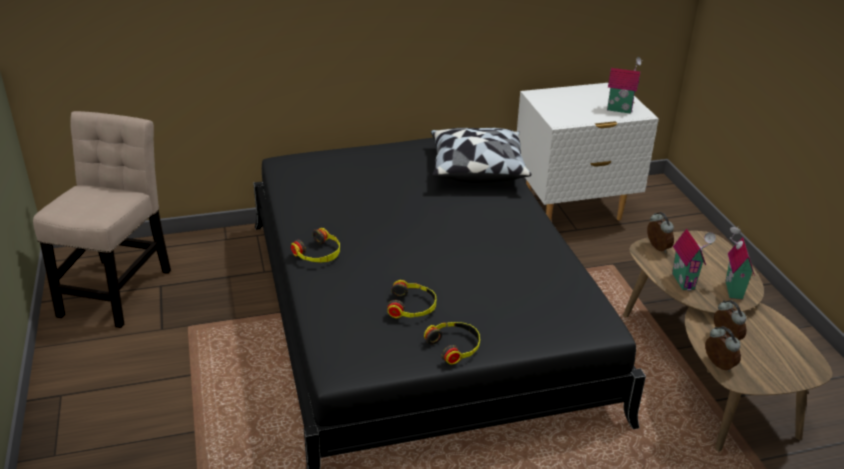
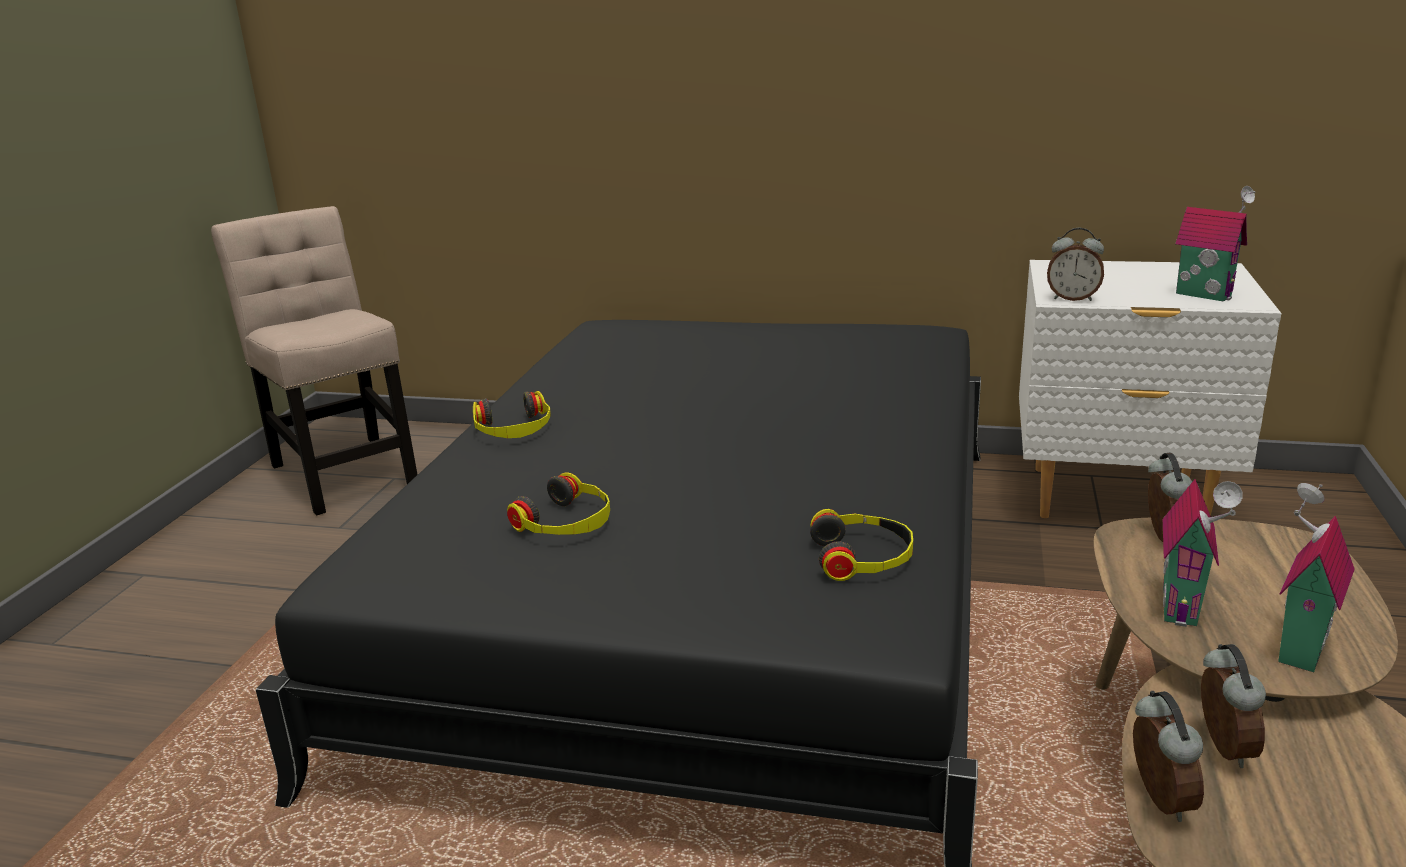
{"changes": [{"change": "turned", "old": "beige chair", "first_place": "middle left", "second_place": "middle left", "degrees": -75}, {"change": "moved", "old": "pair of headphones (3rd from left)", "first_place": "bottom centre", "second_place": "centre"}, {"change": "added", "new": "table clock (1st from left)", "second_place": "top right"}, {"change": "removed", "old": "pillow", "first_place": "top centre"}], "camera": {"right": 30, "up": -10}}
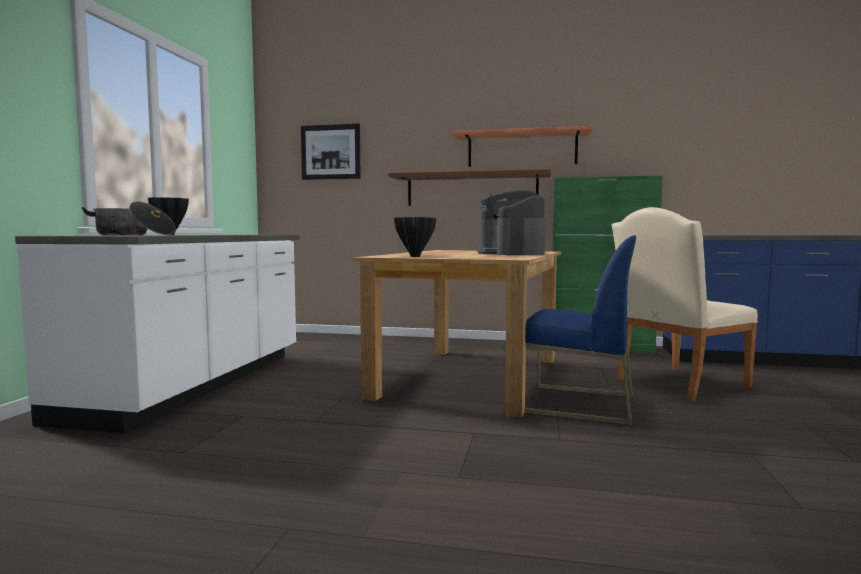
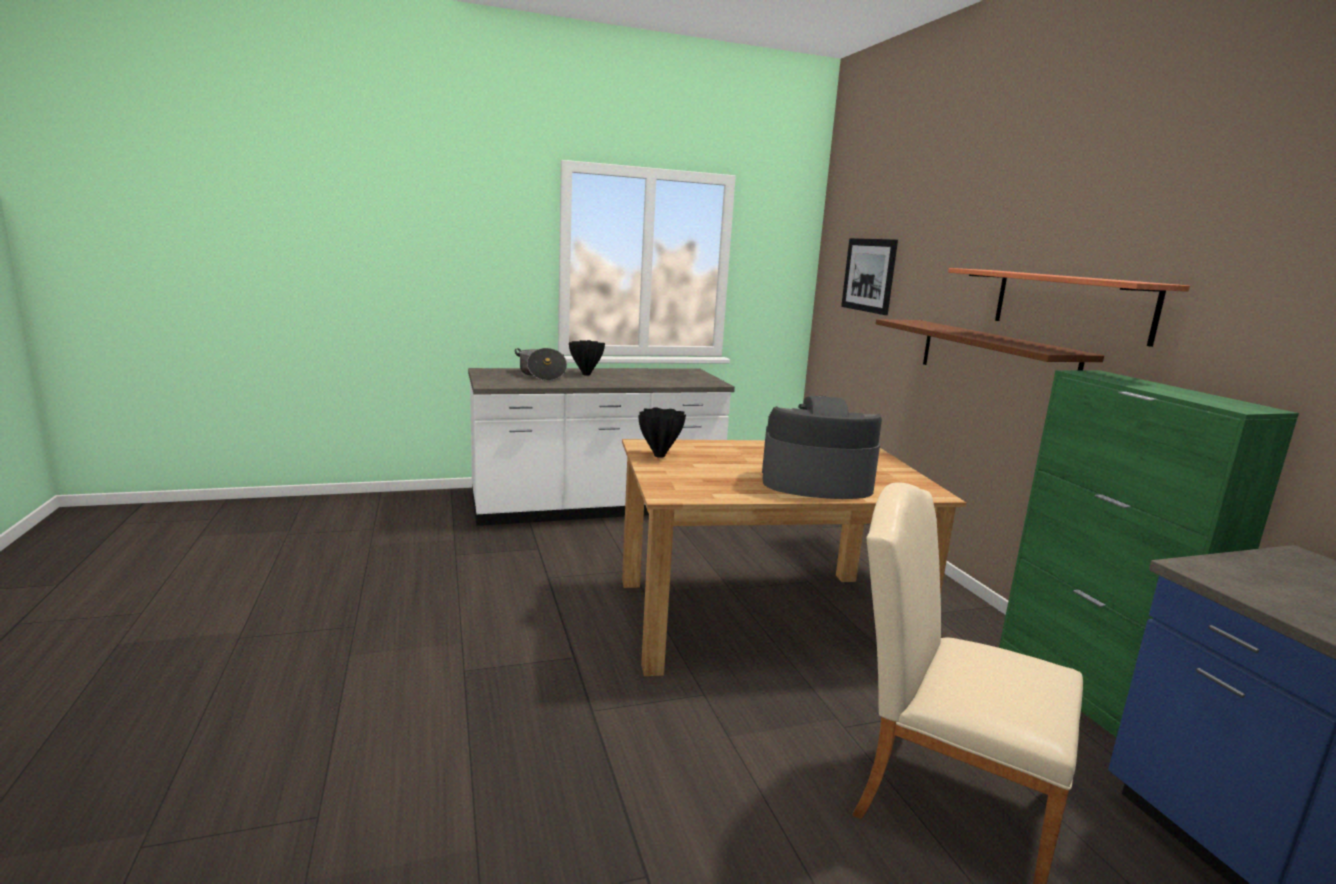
{"changes": [{"change": "turned", "old": "coffee machine", "first_place": "centre", "second_place": "centre", "degrees": 45}, {"change": "removed", "old": "blue-coloured chair", "first_place": "middle right"}], "camera": {"right": 60, "up": 10}}
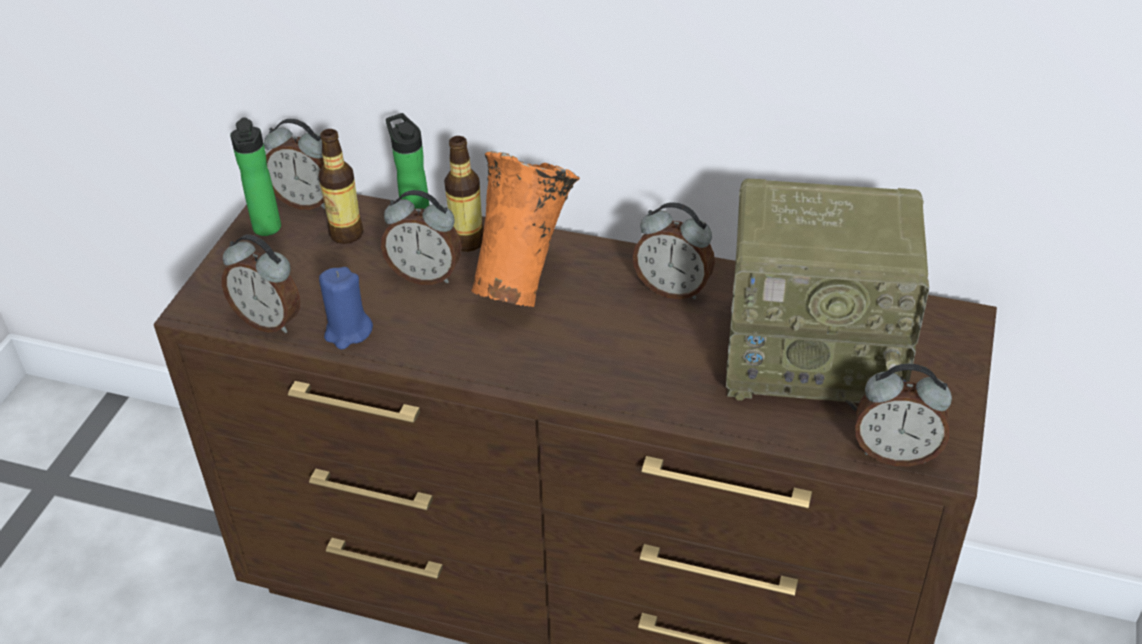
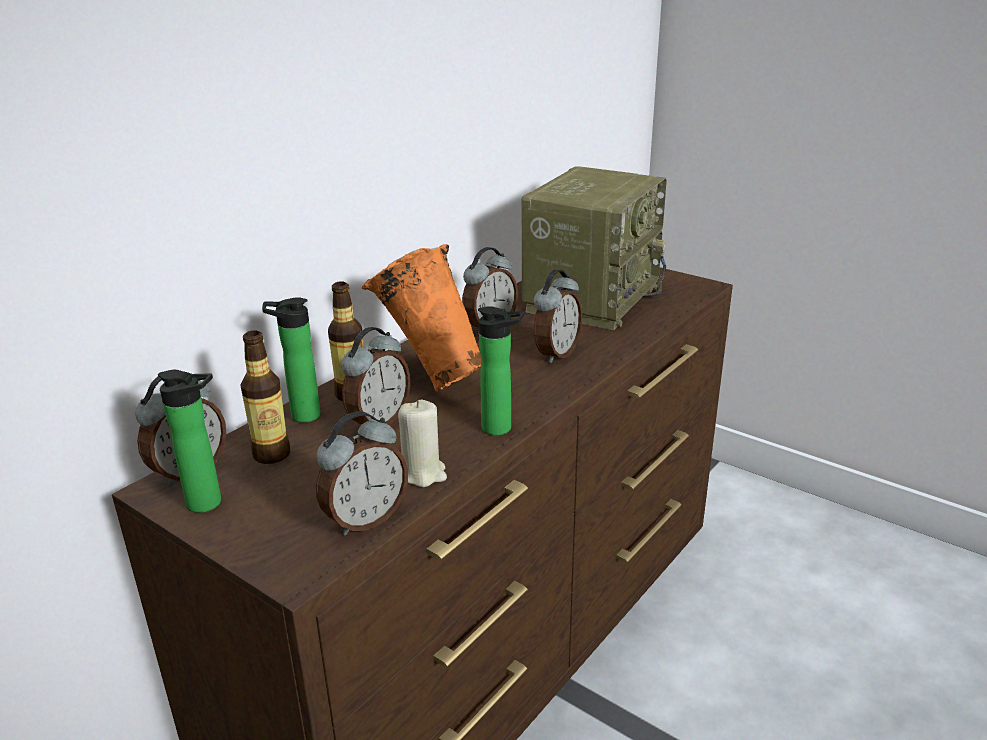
{"changes": [{"change": "recoloured", "old": "blue-coloured wax light", "new": "beige wax light", "first_place": "middle left", "second_place": "centre"}, {"change": "added", "new": "bottle (5th from left)", "second_place": "centre"}, {"change": "moved", "old": "table clock (5th from left)", "first_place": "middle right", "second_place": "centre"}], "camera": {"right": -70, "up": -15}}
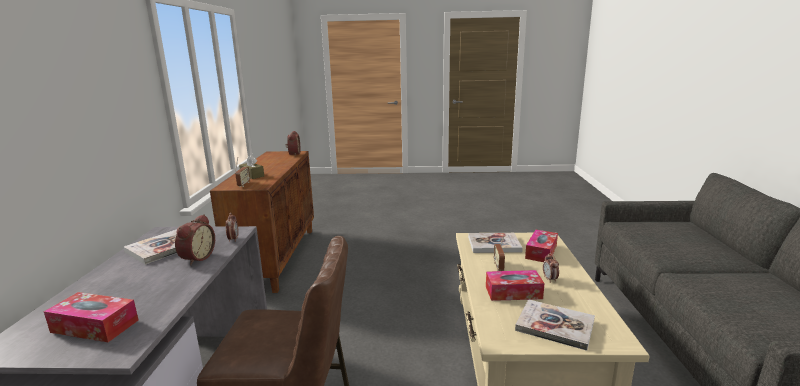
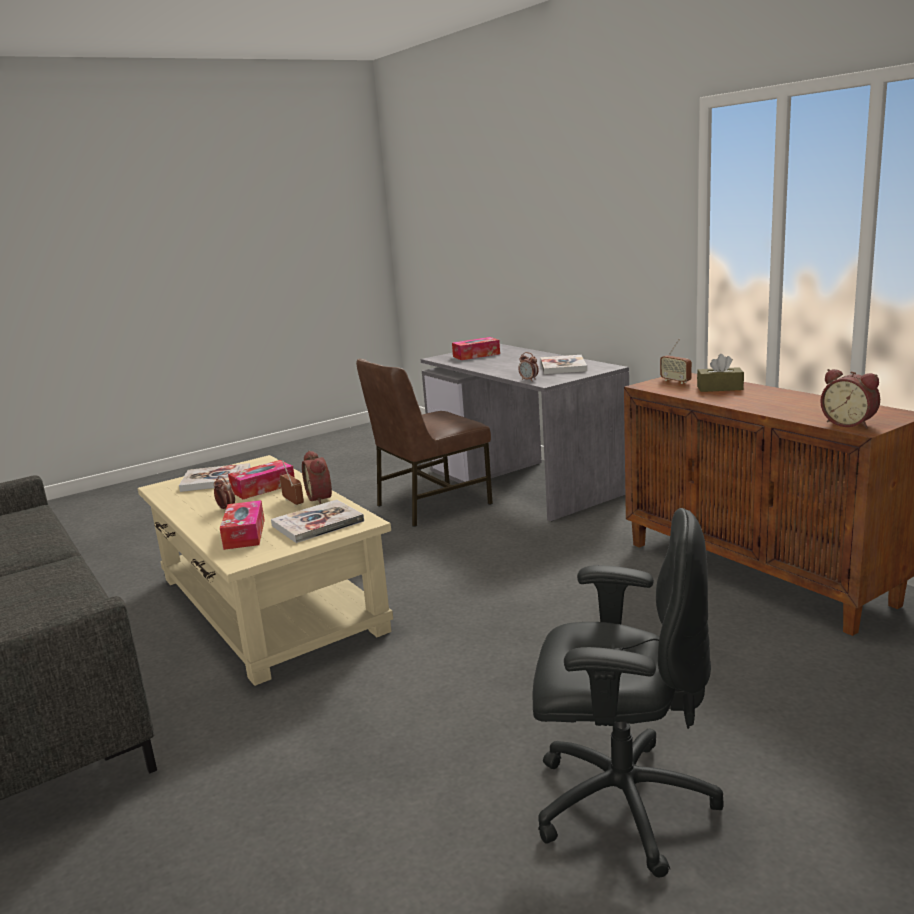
{"changes": [{"change": "moved", "old": "table clock (1st from left in the first image)", "new": "table clock (2nd from left)", "first_place": "middle left", "second_place": "centre"}, {"change": "added", "new": "black-coloured desk chair", "second_place": "bottom right"}], "camera": {"right": 145, "up": 0}}
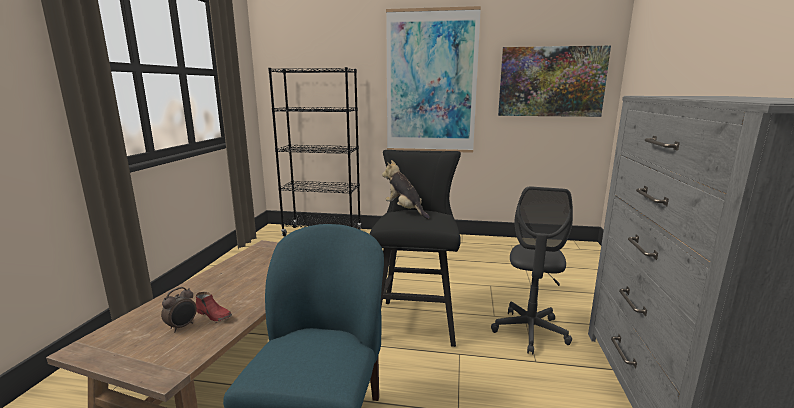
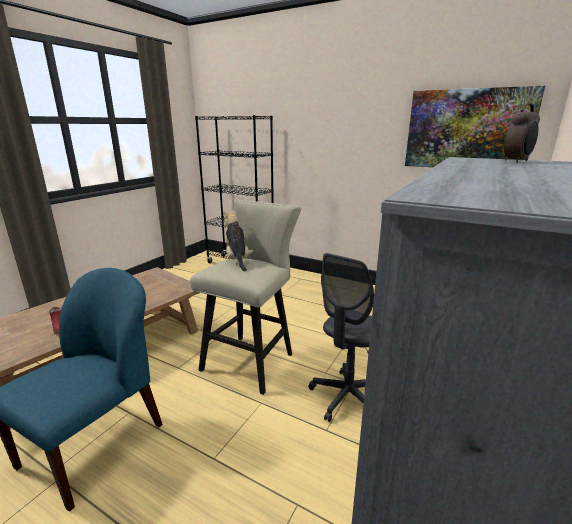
{"changes": [{"change": "recoloured", "old": "black-coloured stool", "new": "beige stool", "first_place": "centre", "second_place": "centre"}, {"change": "moved", "old": "table clock", "first_place": "bottom left", "second_place": "top right"}, {"change": "removed", "old": "wall picture (1st from left)", "first_place": "top centre"}], "camera": {"right": 20, "up": 5}}
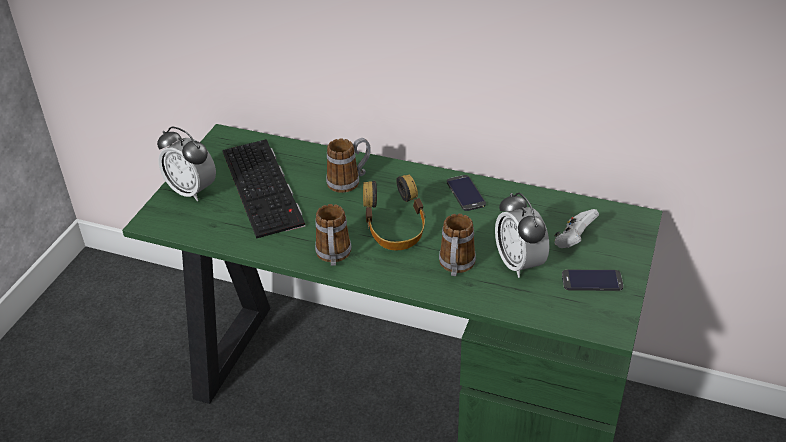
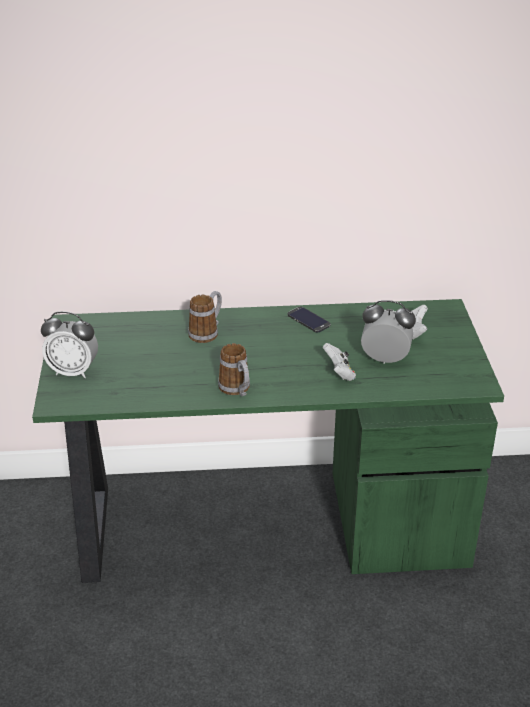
{"changes": [{"change": "replaced", "old": "tea mug (3rd from left)", "new": "white-coloured game controller (1st from left)", "first_place": "centre", "second_place": "centre"}, {"change": "turned", "old": "table clock (2nd from left)", "first_place": "centre", "second_place": "middle right", "degrees": 150}, {"change": "removed", "old": "PC keyboard", "first_place": "centre"}, {"change": "removed", "old": "pair of headphones", "first_place": "centre"}, {"change": "removed", "old": "phone (2nd from left)", "first_place": "middle right"}], "camera": {"right": -25, "up": -5}}
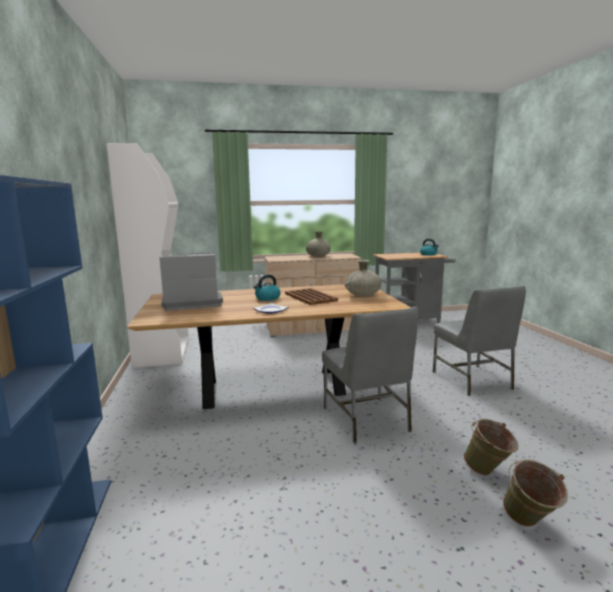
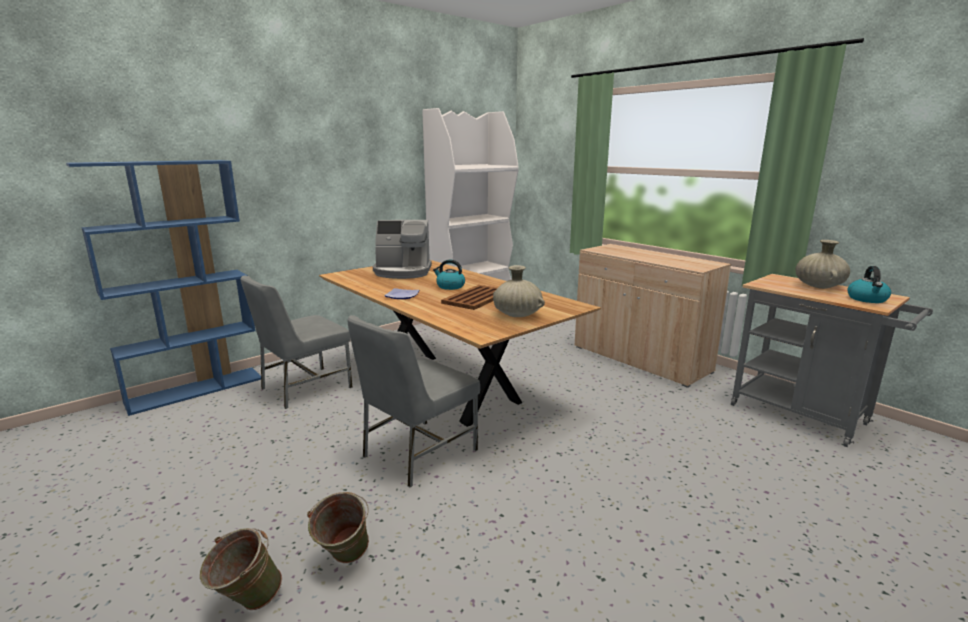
{"changes": [{"change": "moved", "old": "greyish chair (2nd from left in the first image)", "new": "greyish chair (1st from left)", "first_place": "middle right", "second_place": "middle left"}, {"change": "turned", "old": "coffee machine", "first_place": "middle left", "second_place": "centre", "degrees": 135}, {"change": "moved", "old": "beige vase (1st from left in the first image)", "new": "beige vase (2nd from left)", "first_place": "centre", "second_place": "middle right"}], "camera": {"right": 60, "up": 5}}
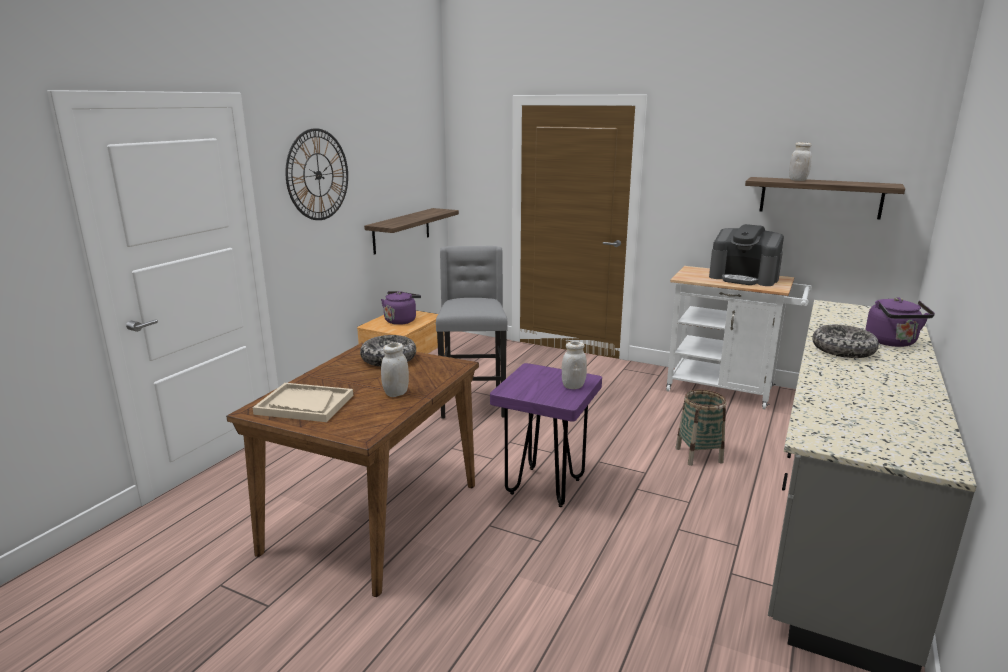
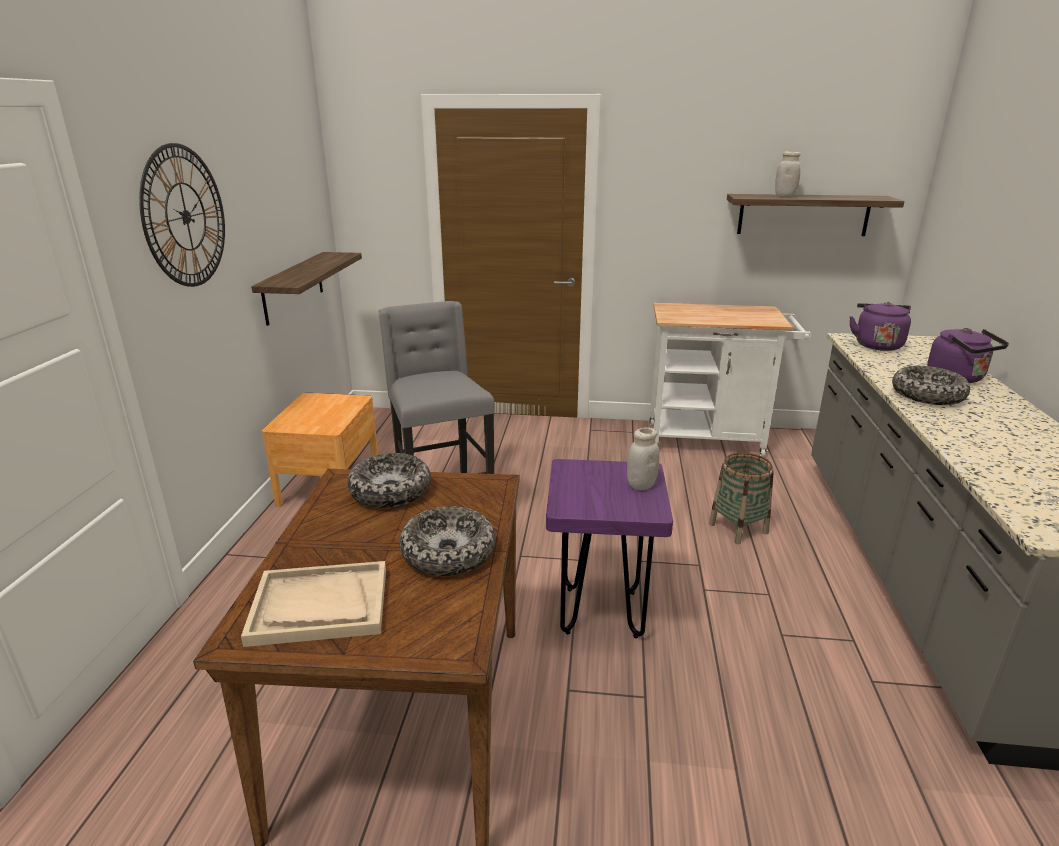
{"changes": [{"change": "replaced", "old": "white-coloured preserve jar (1st from left)", "new": "bowl (2nd from left)", "first_place": "centre", "second_place": "centre"}, {"change": "moved", "old": "purple tea kettle (1st from left)", "first_place": "centre", "second_place": "middle right"}, {"change": "removed", "old": "coffee machine", "first_place": "middle right"}], "camera": {"right": -20, "up": 5}}
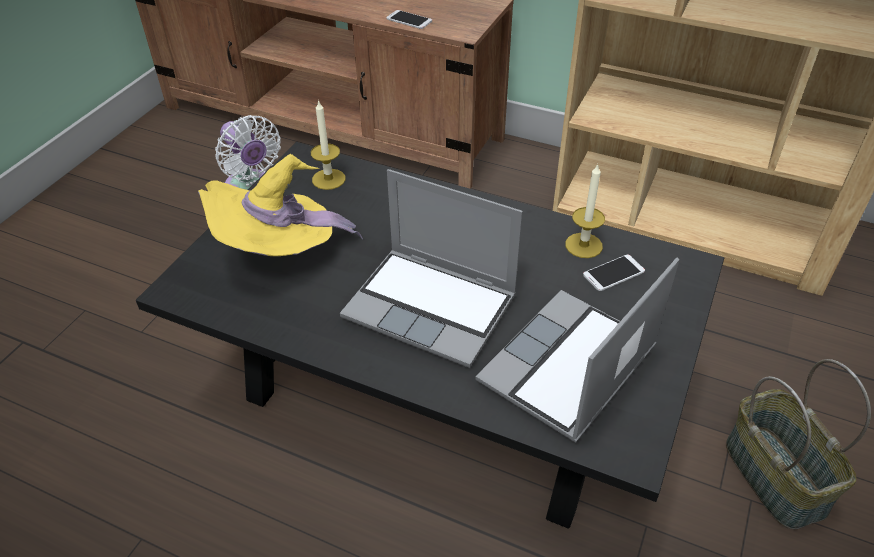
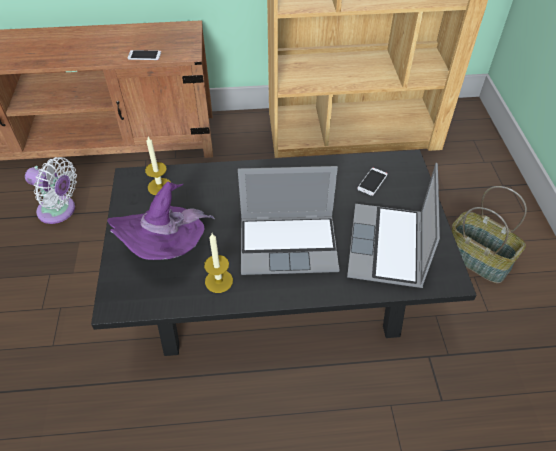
{"changes": [{"change": "recoloured", "old": "yellowish hat", "new": "purple hat", "first_place": "middle left", "second_place": "middle left"}, {"change": "moved", "old": "wax light (2nd from left)", "first_place": "middle right", "second_place": "centre"}], "camera": {"right": -30, "up": 5}}
